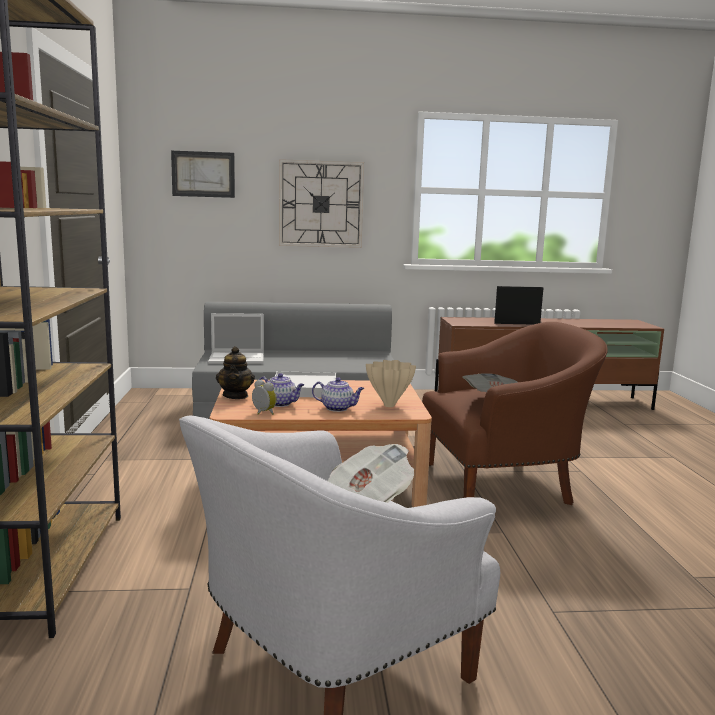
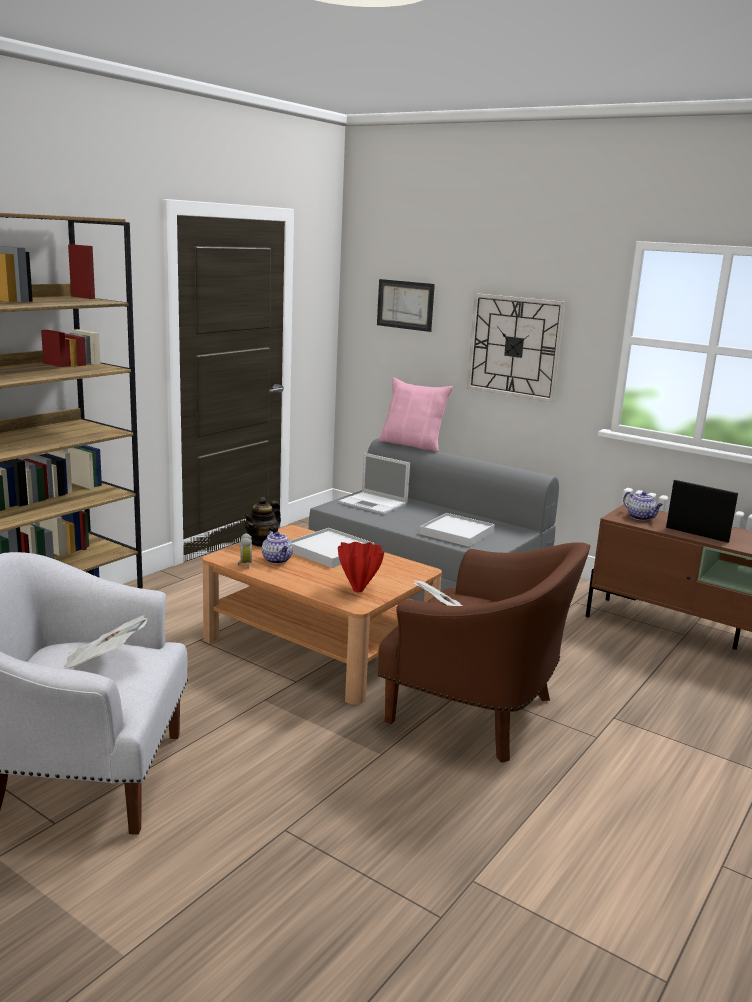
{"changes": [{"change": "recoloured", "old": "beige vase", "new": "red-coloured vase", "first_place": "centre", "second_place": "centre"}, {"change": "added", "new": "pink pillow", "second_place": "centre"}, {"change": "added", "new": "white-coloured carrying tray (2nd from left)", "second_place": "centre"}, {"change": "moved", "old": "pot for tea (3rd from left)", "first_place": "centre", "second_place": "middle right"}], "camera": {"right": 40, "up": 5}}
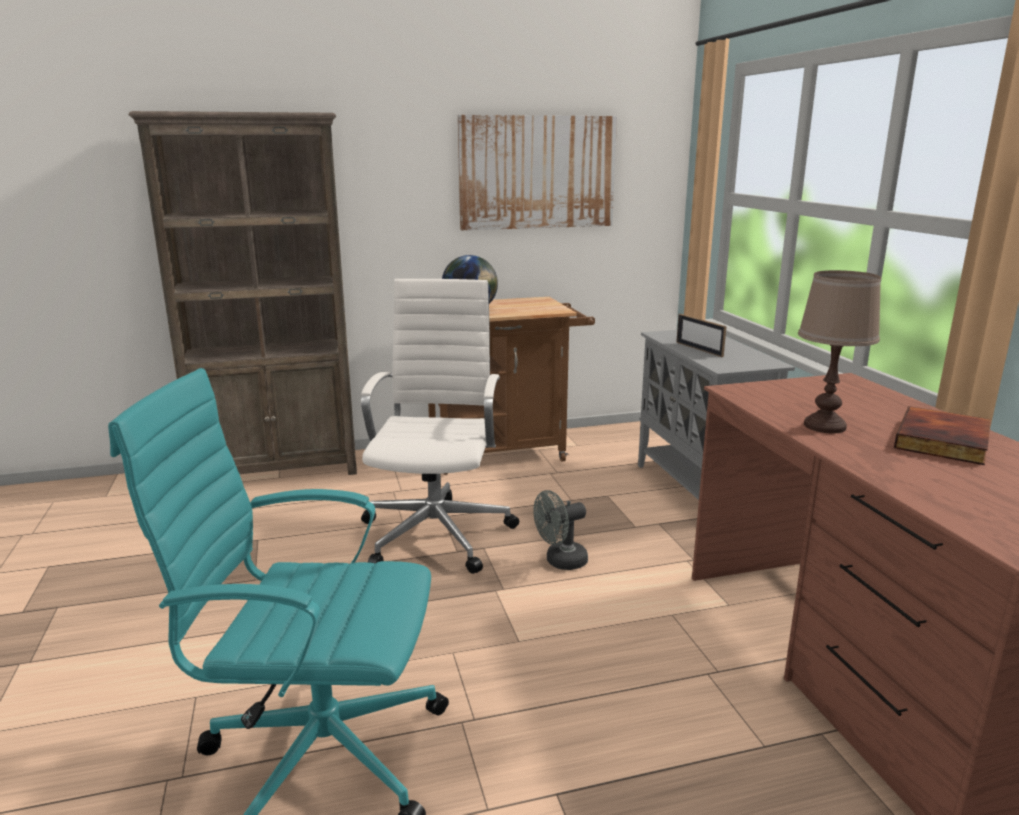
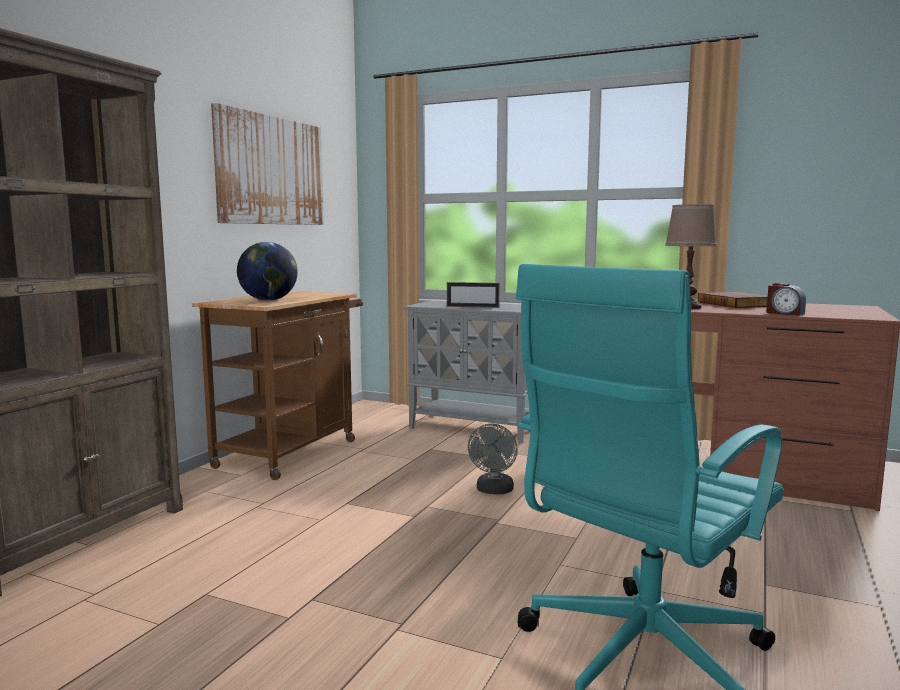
{"changes": [{"change": "added", "new": "table clock", "second_place": "middle right"}, {"change": "removed", "old": "white-coloured desk chair", "first_place": "centre"}], "camera": {"right": -50, "up": -10}}
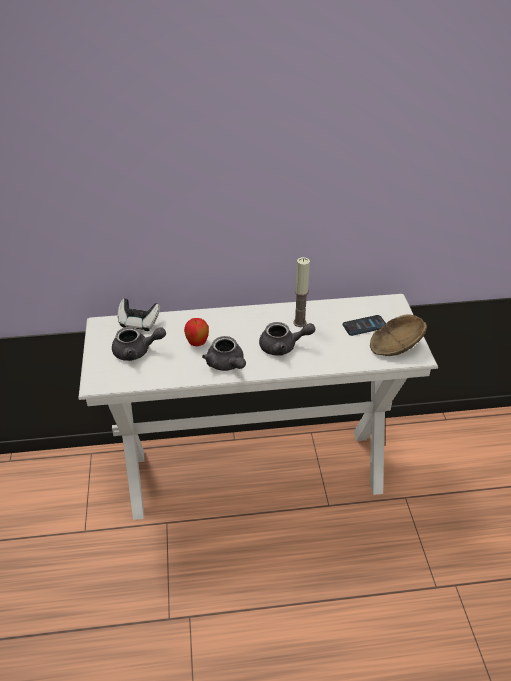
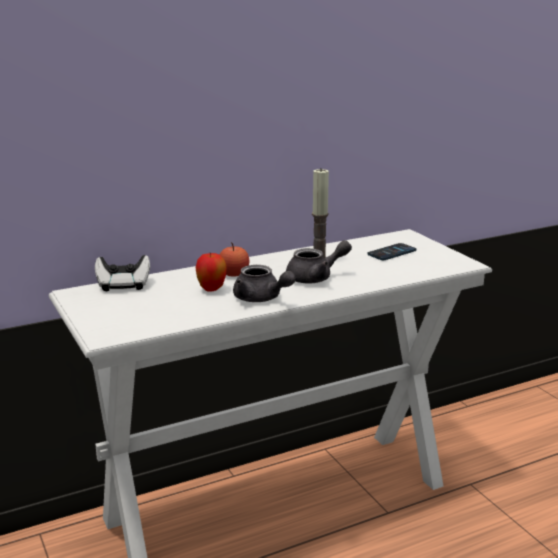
{"changes": [{"change": "added", "new": "apple fruit (2nd from left)", "second_place": "centre"}, {"change": "removed", "old": "greyish pot for tea (1st from left)", "first_place": "middle left"}, {"change": "removed", "old": "brown bowl", "first_place": "middle right"}], "camera": {"right": -20, "up": -20}}
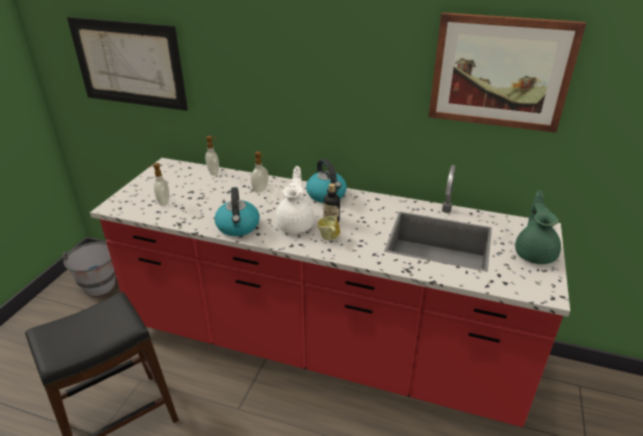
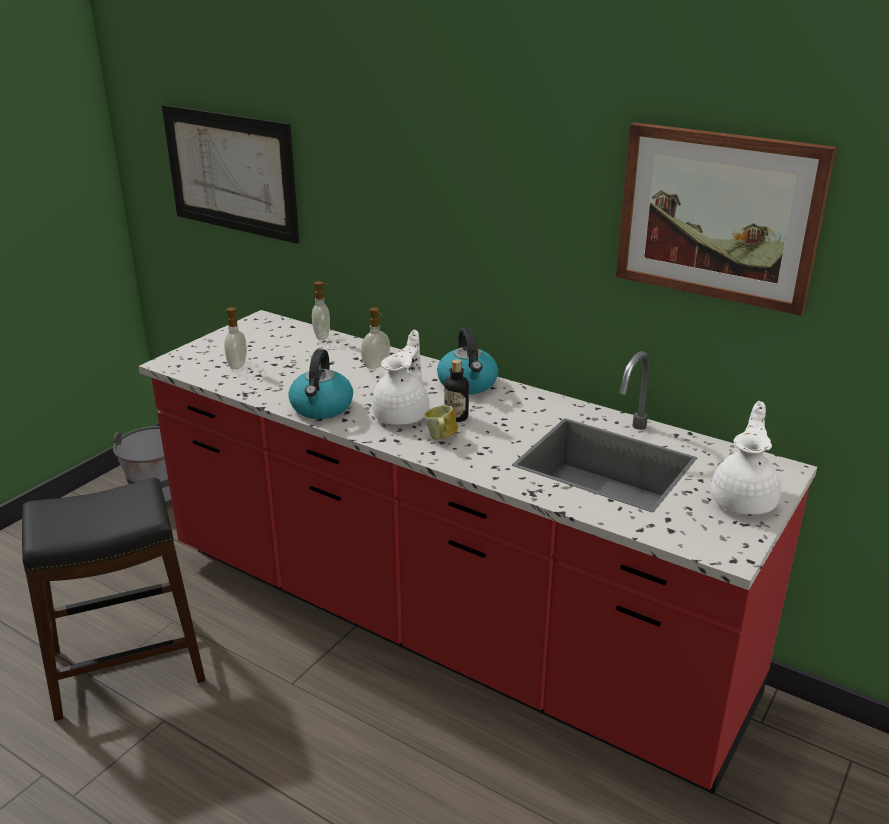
{"changes": [{"change": "recoloured", "old": "greenish pot for tea", "new": "white-coloured pot for tea (2nd from left)", "first_place": "middle right", "second_place": "middle right"}], "camera": {"right": 15, "up": -5}}
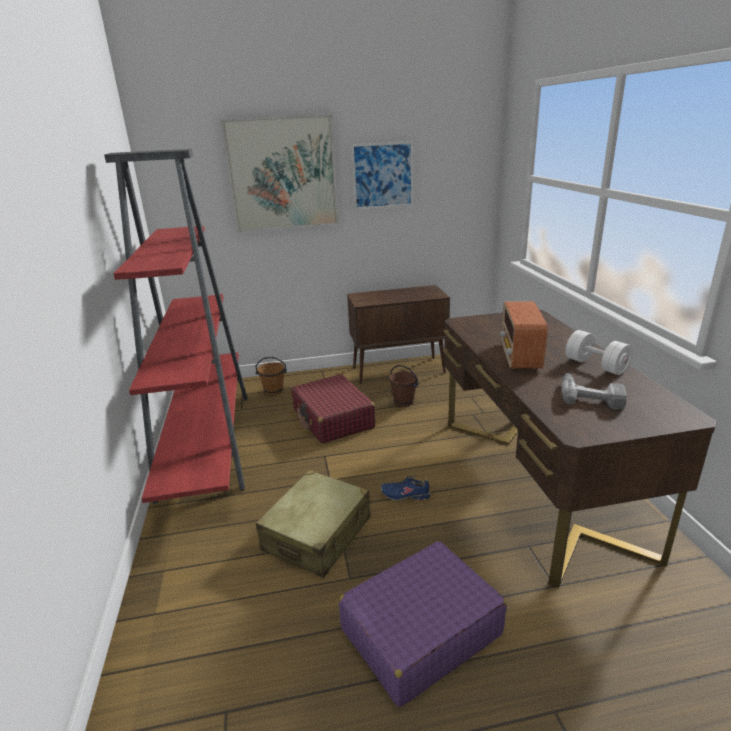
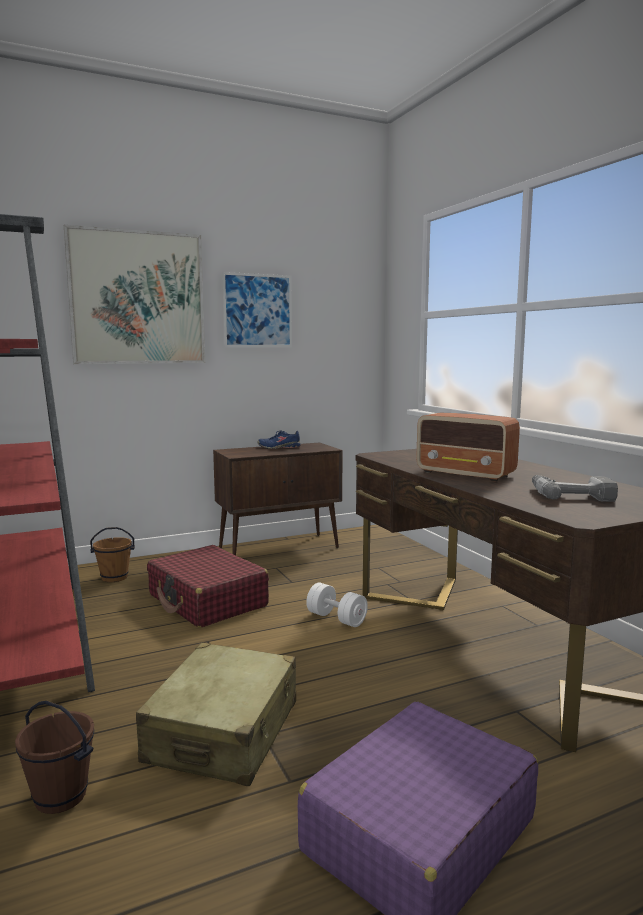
{"changes": [{"change": "moved", "old": "brown water bucket (2nd from left in the first image)", "new": "brown water bucket (1st from left)", "first_place": "centre", "second_place": "bottom left"}, {"change": "moved", "old": "blue-coloured item of footwear", "first_place": "bottom centre", "second_place": "centre"}, {"change": "moved", "old": "white-coloured free weight", "first_place": "middle right", "second_place": "centre"}, {"change": "turned", "old": "radio receiver", "first_place": "middle right", "second_place": "middle right", "degrees": -45}], "camera": {"right": -15, "up": -15}}
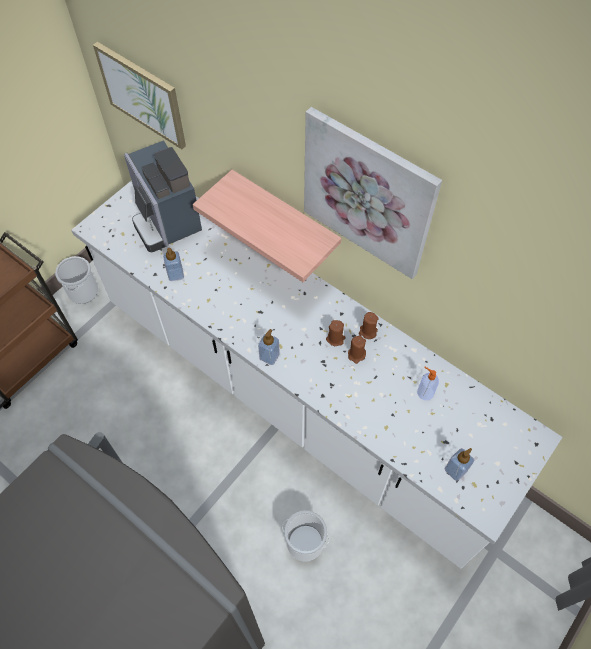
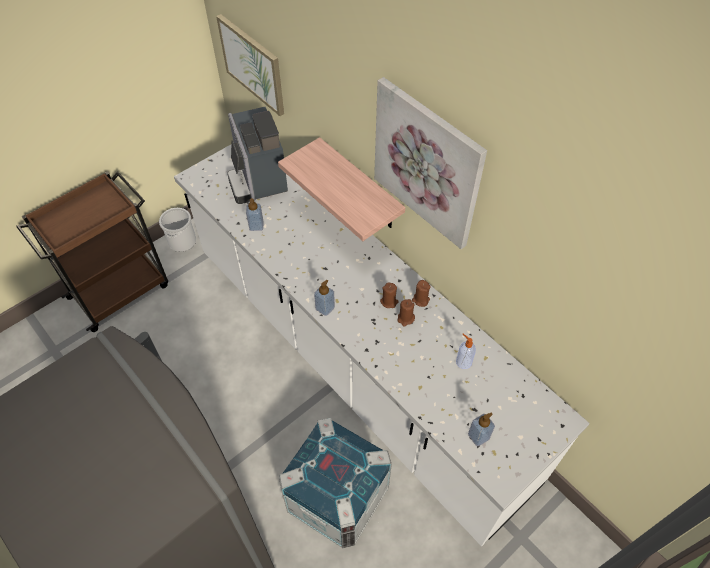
{"changes": [{"change": "replaced", "old": "water bucket (2nd from left)", "new": "packing crate", "first_place": "bottom centre", "second_place": "bottom centre"}], "camera": {"right": 10, "up": -5}}
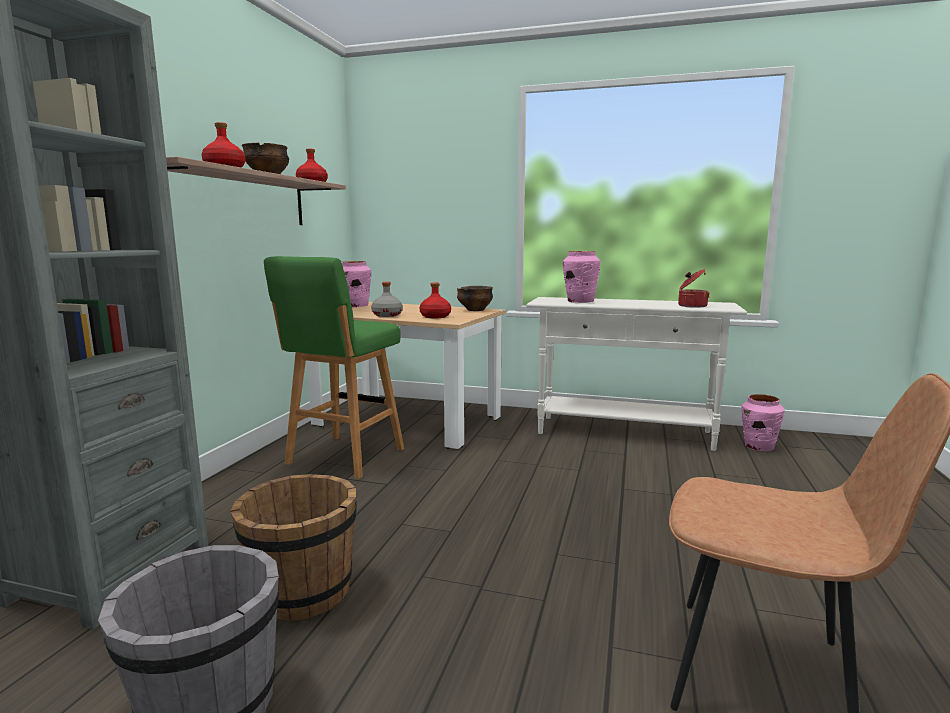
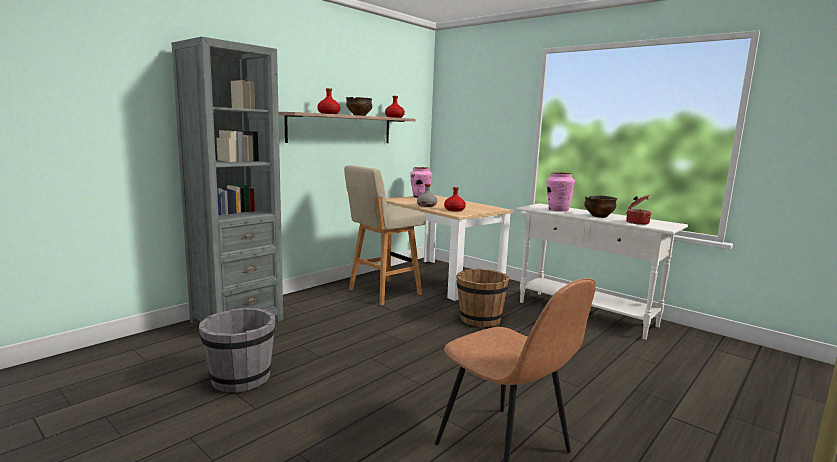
{"changes": [{"change": "recoloured", "old": "greenish stool", "new": "beige stool", "first_place": "centre", "second_place": "centre"}, {"change": "moved", "old": "brown water bucket", "first_place": "bottom left", "second_place": "centre"}, {"change": "moved", "old": "bowl (2nd from left)", "first_place": "centre", "second_place": "middle right"}, {"change": "removed", "old": "pink vase (3rd from left)", "first_place": "middle right"}], "camera": {"right": 25, "up": 0}}
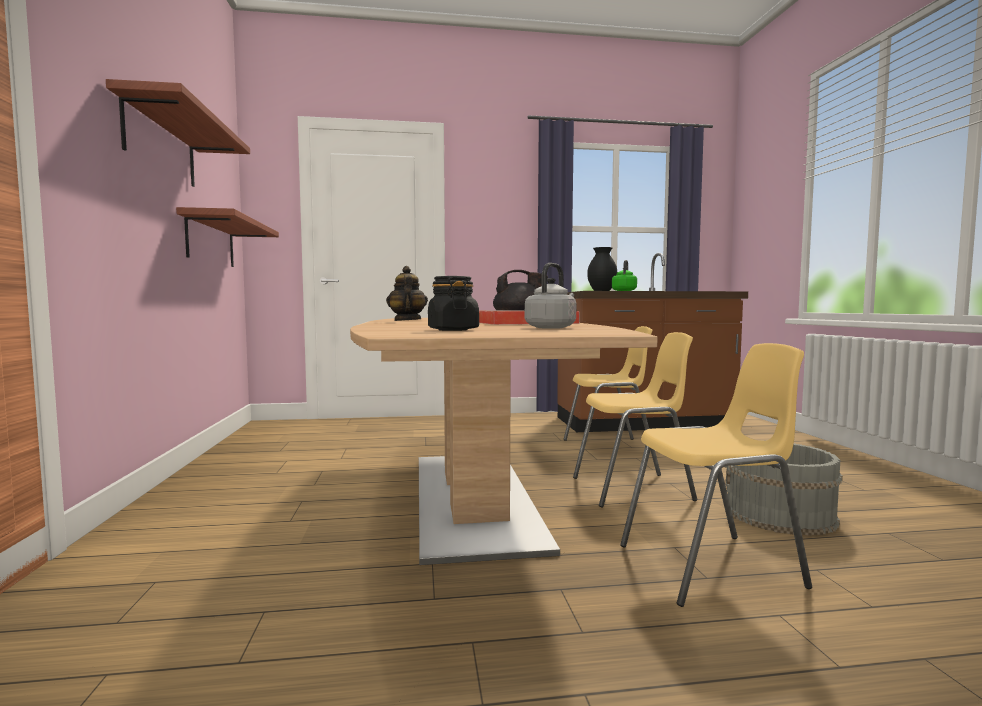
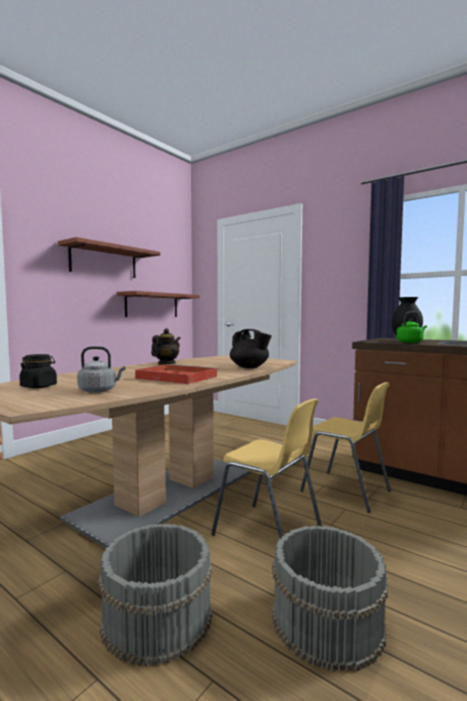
{"changes": [{"change": "replaced", "old": "yellowish chair (3rd from left)", "new": "greyish water bucket (1st from left)", "first_place": "bottom right", "second_place": "bottom left"}], "camera": {"right": 45, "up": 0}}
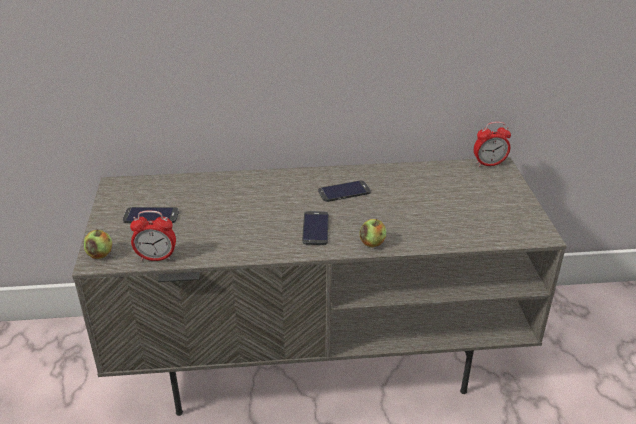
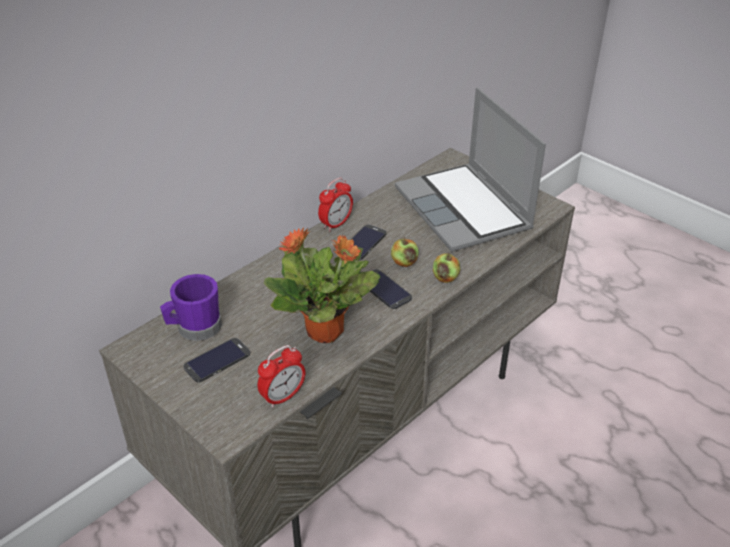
{"changes": [{"change": "added", "new": "purple tea mug", "second_place": "middle left"}, {"change": "added", "new": "houseplant", "second_place": "centre"}, {"change": "moved", "old": "table clock (2nd from left)", "first_place": "middle right", "second_place": "centre"}, {"change": "moved", "old": "apple fruit (1st from left)", "first_place": "middle left", "second_place": "centre"}, {"change": "added", "new": "laptop", "second_place": "top centre"}], "camera": {"right": -40, "up": 5}}
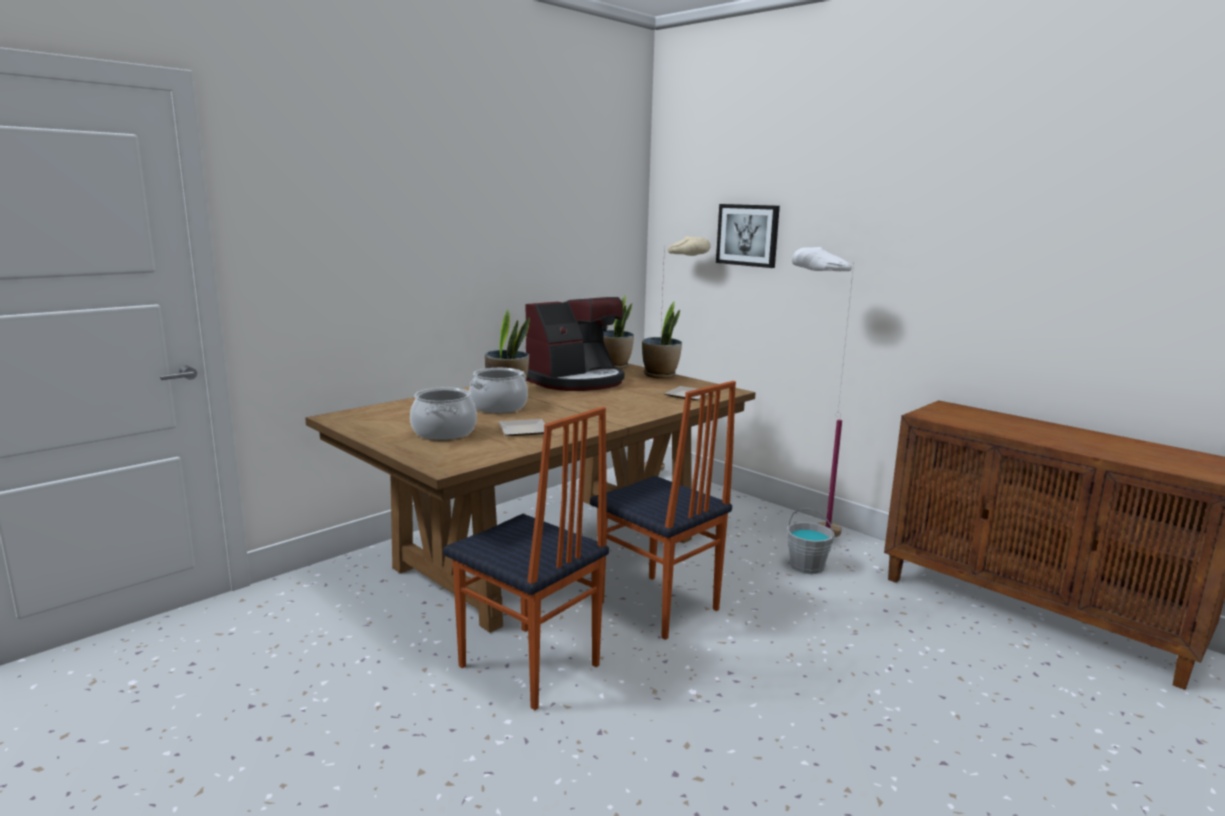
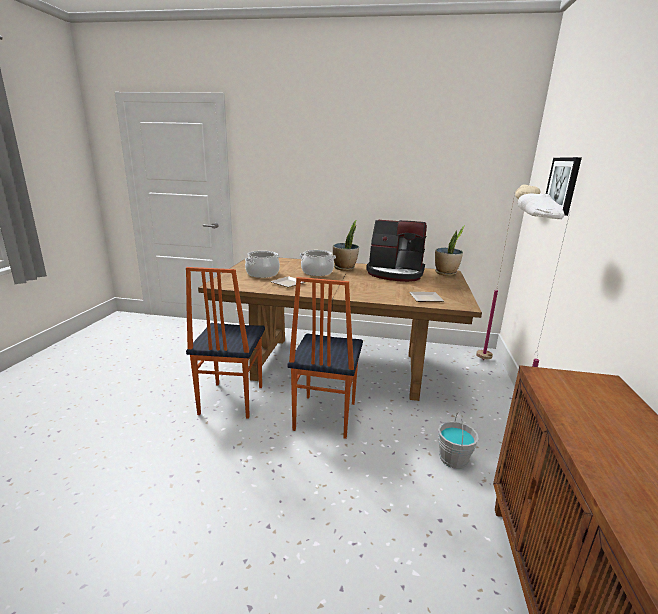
{"changes": [{"change": "removed", "old": "houseplant (3rd from left)", "first_place": "centre"}], "camera": {"right": 55, "up": 5}}
